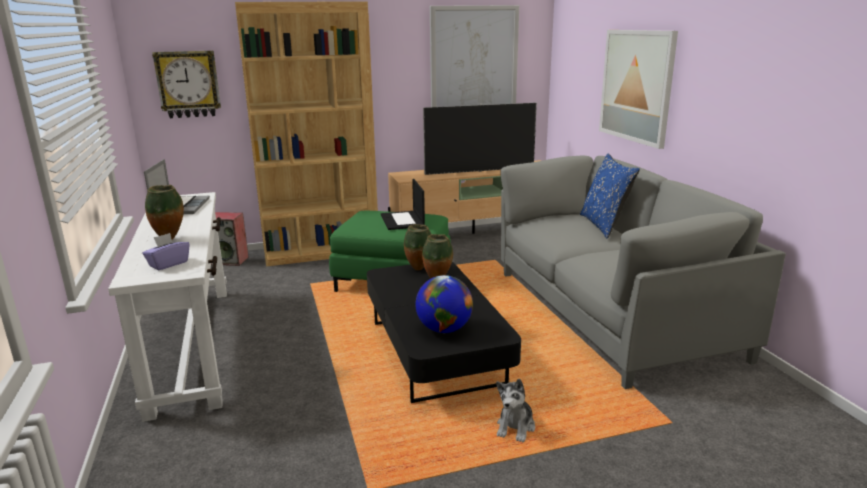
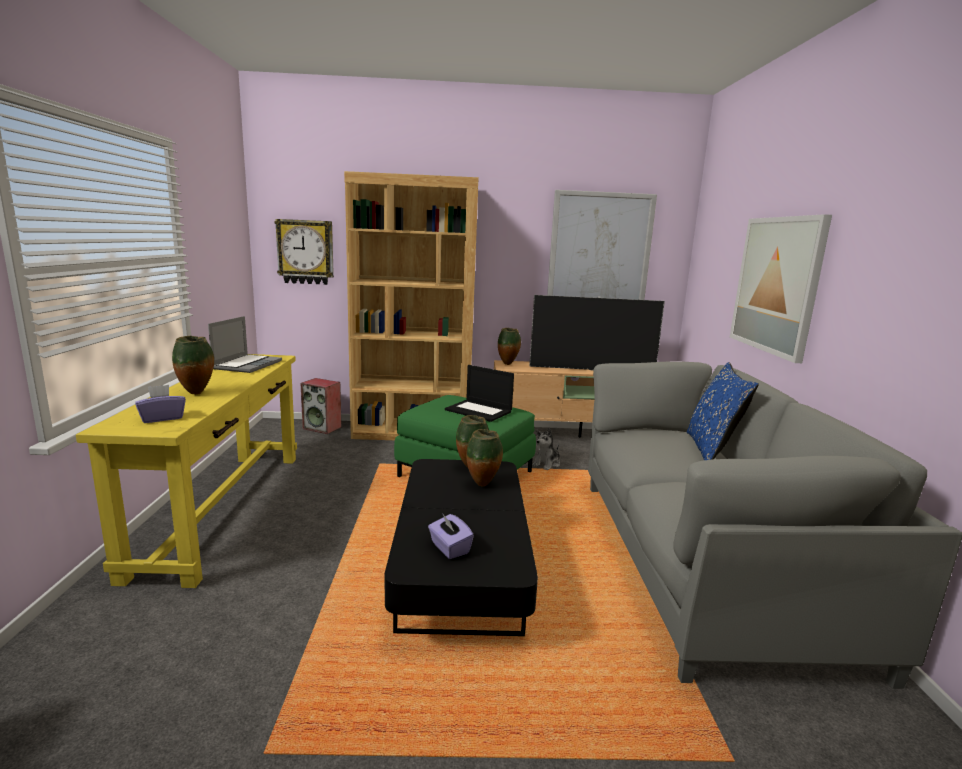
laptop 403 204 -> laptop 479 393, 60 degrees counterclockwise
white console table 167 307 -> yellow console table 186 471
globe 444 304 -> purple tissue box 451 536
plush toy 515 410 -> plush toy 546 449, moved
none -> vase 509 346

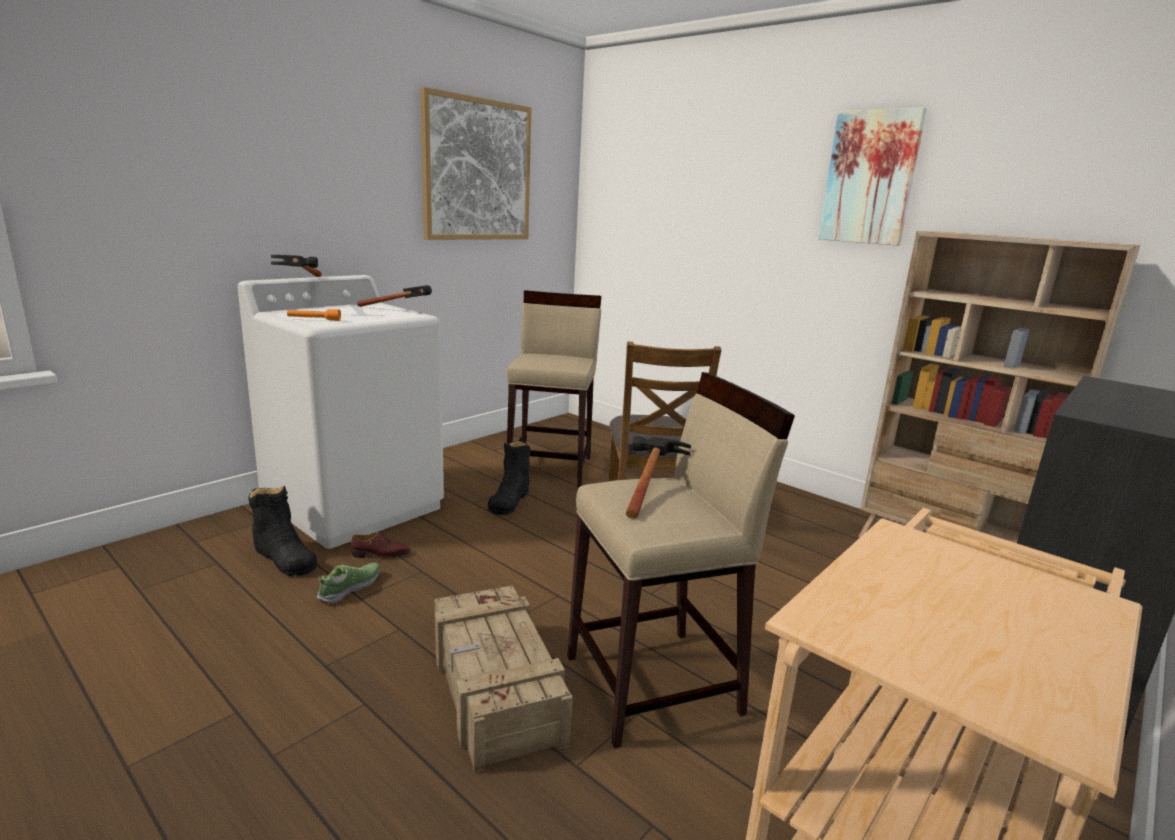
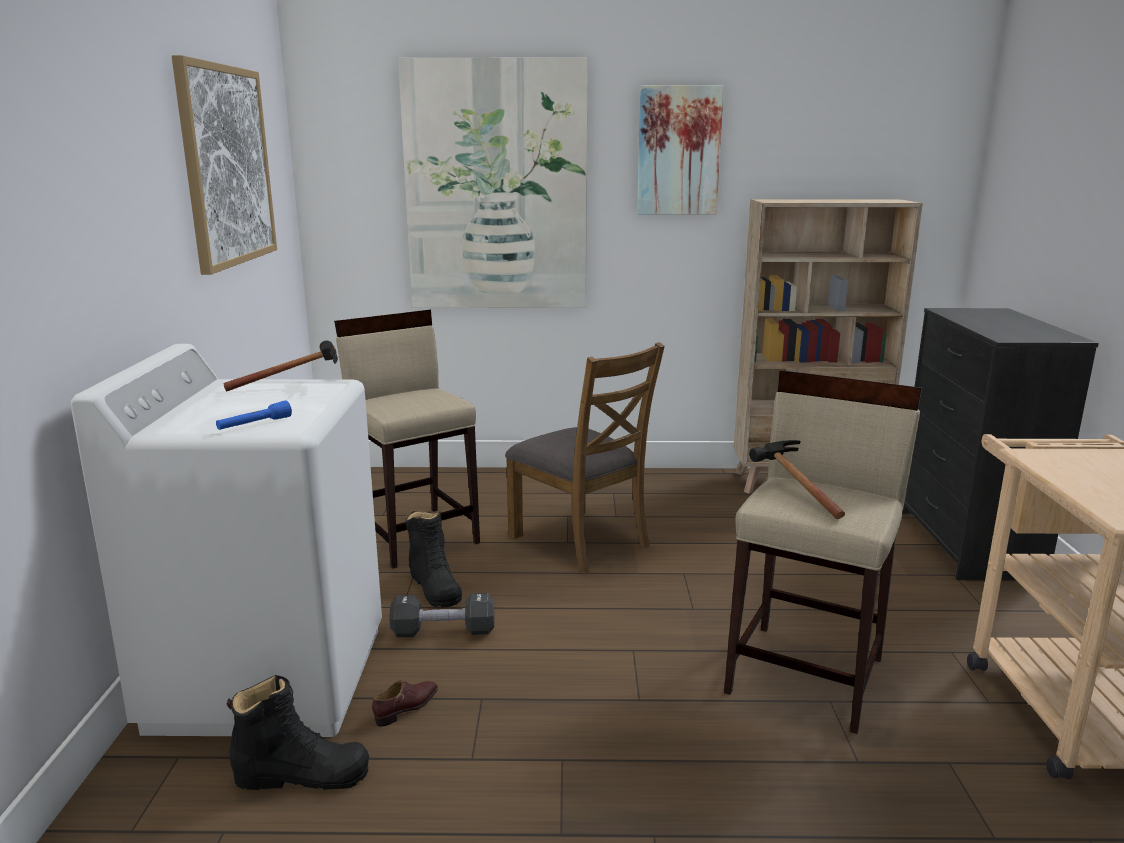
hammer 296 266 -> none
orange flashlight 314 315 -> blue flashlight 254 415
shoe 348 583 -> none
crate 504 679 -> none
none -> picture 493 182
none -> black dumbbell 441 615

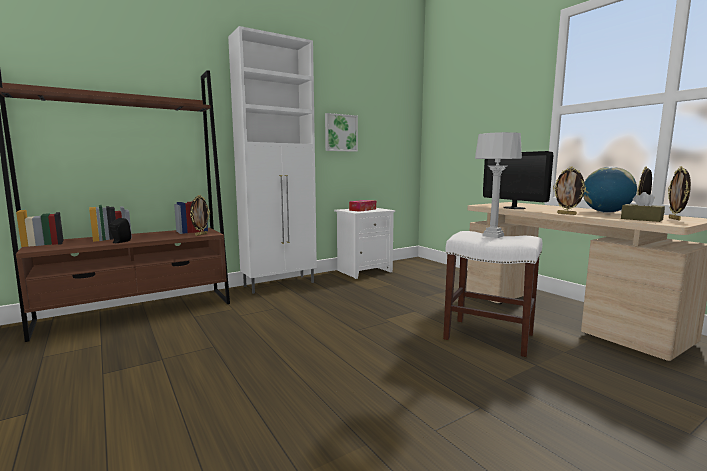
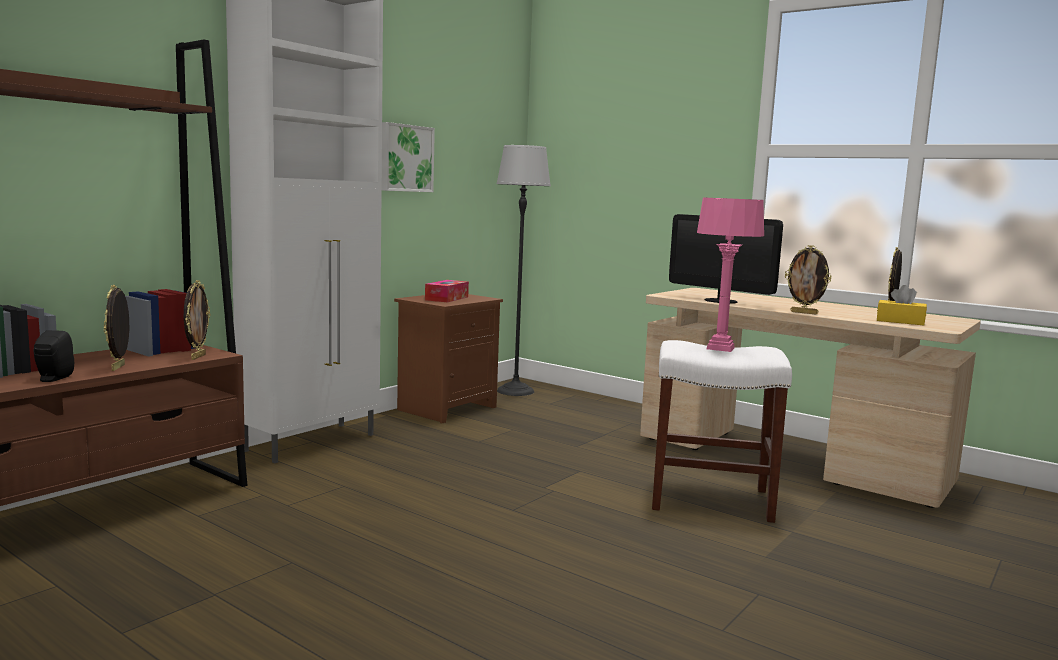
grey table lamp 498 185 -> pink table lamp 730 274
globe 610 189 -> none
picture frame 679 193 -> picture frame 116 328, moved
brown tissue box 643 207 -> yellow tissue box 902 305
white nightstand 364 243 -> brown nightstand 448 358
none -> floor lamp 524 270

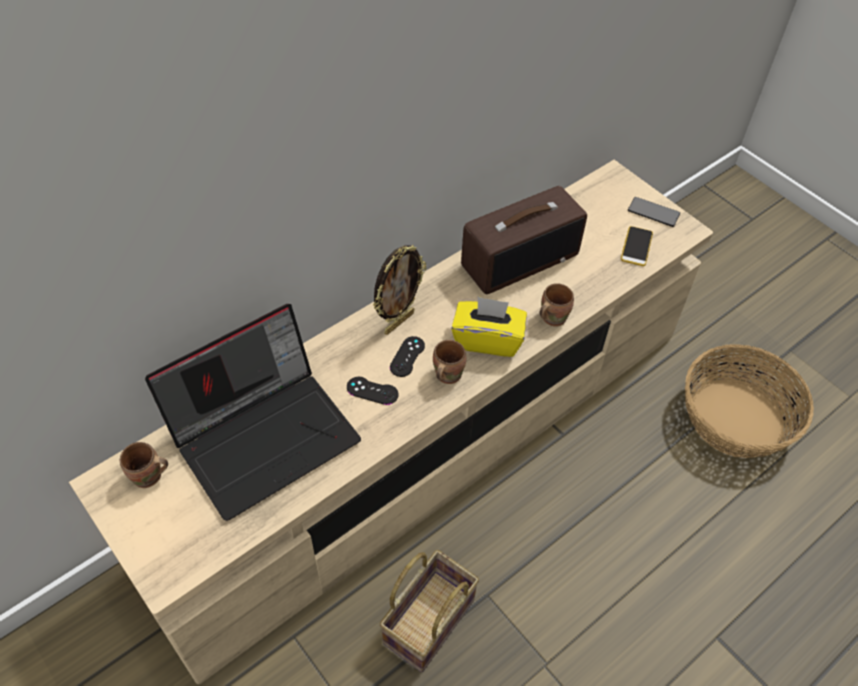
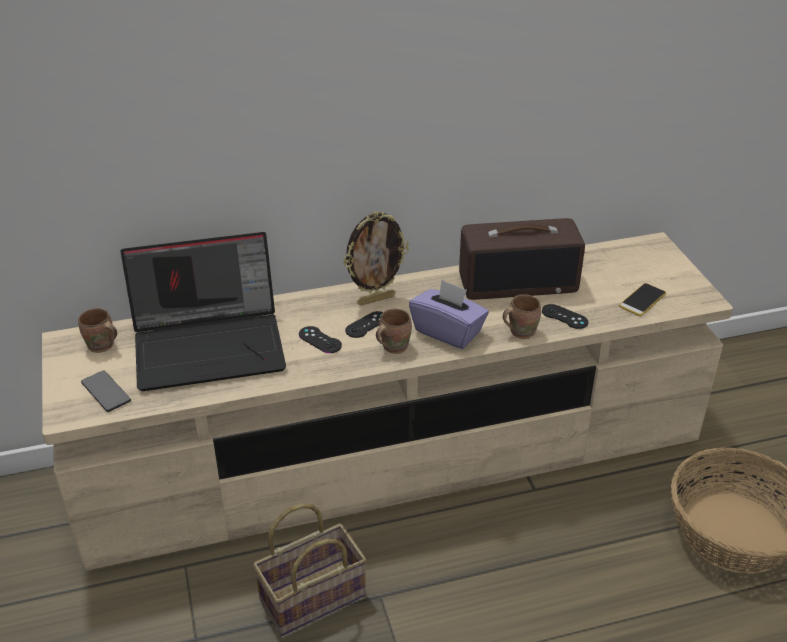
phone 654 212 -> phone 106 391, moved
yellow tissue box 489 326 -> purple tissue box 449 314
none -> black game controller 565 316

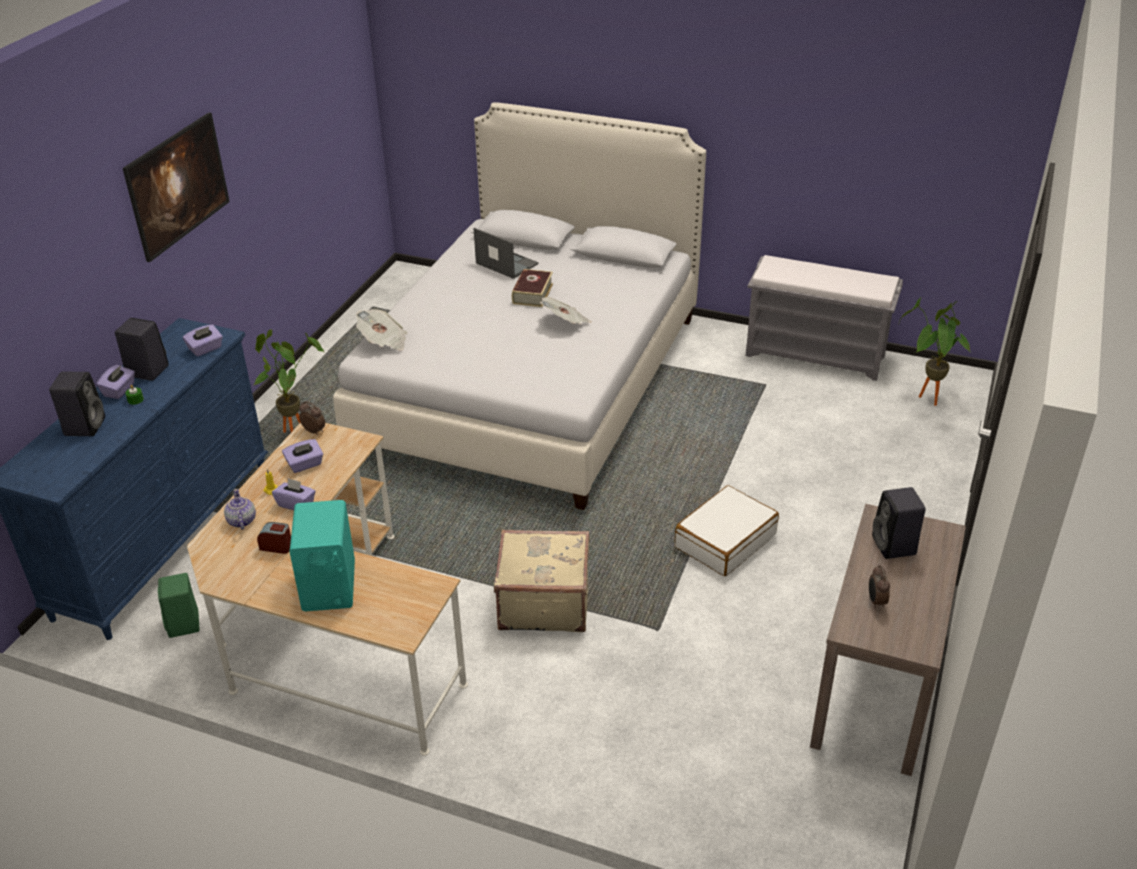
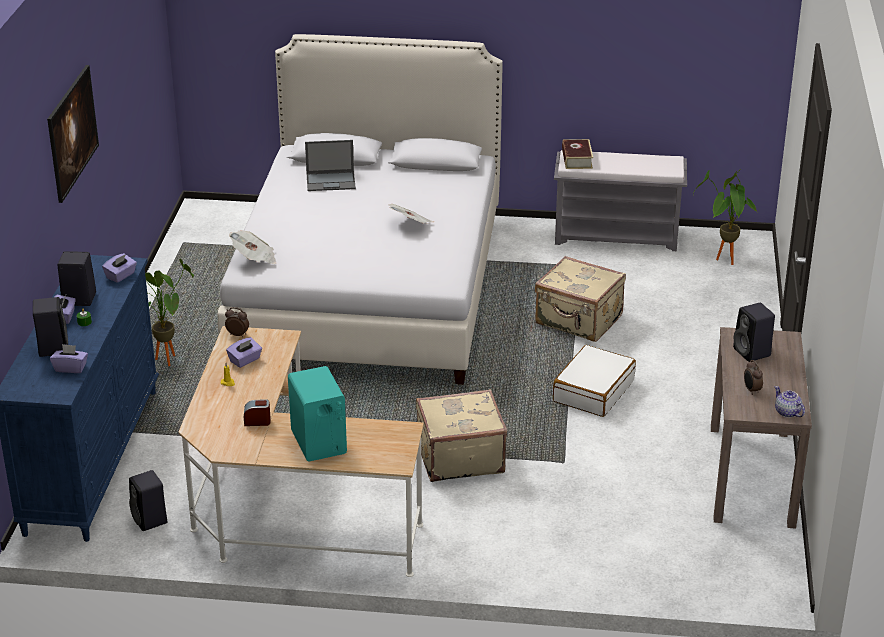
laptop 506 253 -> laptop 330 165, 150 degrees clockwise
book 532 288 -> book 577 154, moved
purple tissue box 294 494 -> purple tissue box 69 358, moved
teapot 240 509 -> teapot 789 402, moved
green speaker 178 605 -> black speaker 148 500
none -> beige suitcase 580 299

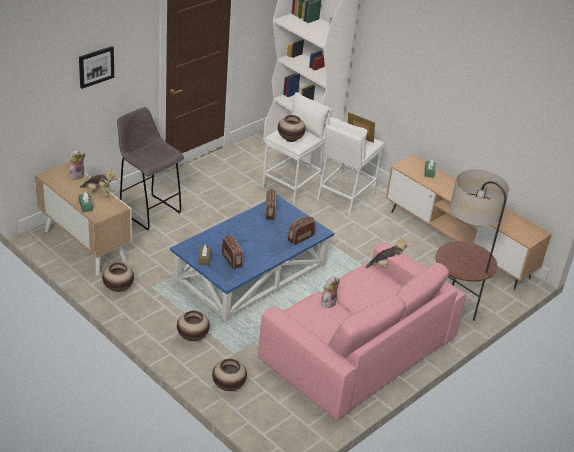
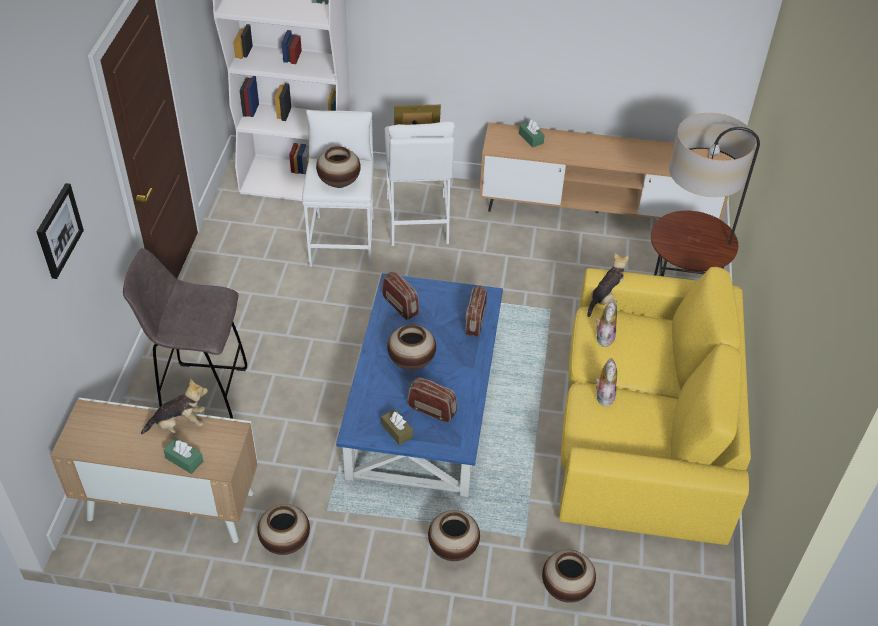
plush toy 77 165 -> plush toy 606 324, moved
pink sofa 362 331 -> yellow sofa 655 406
none -> vase 411 347

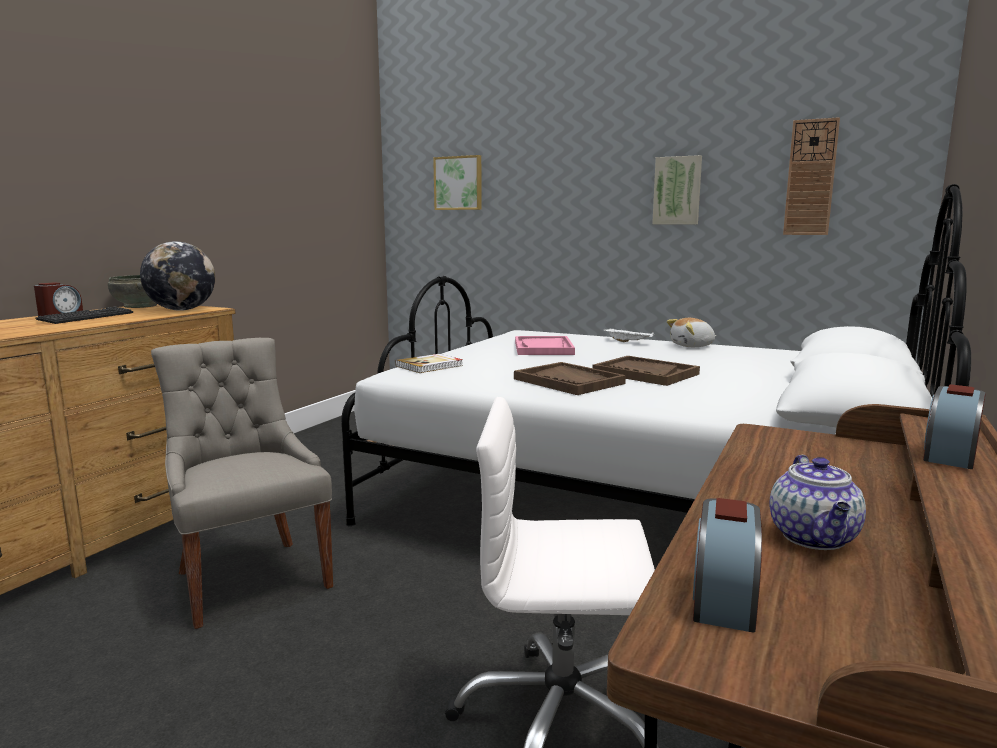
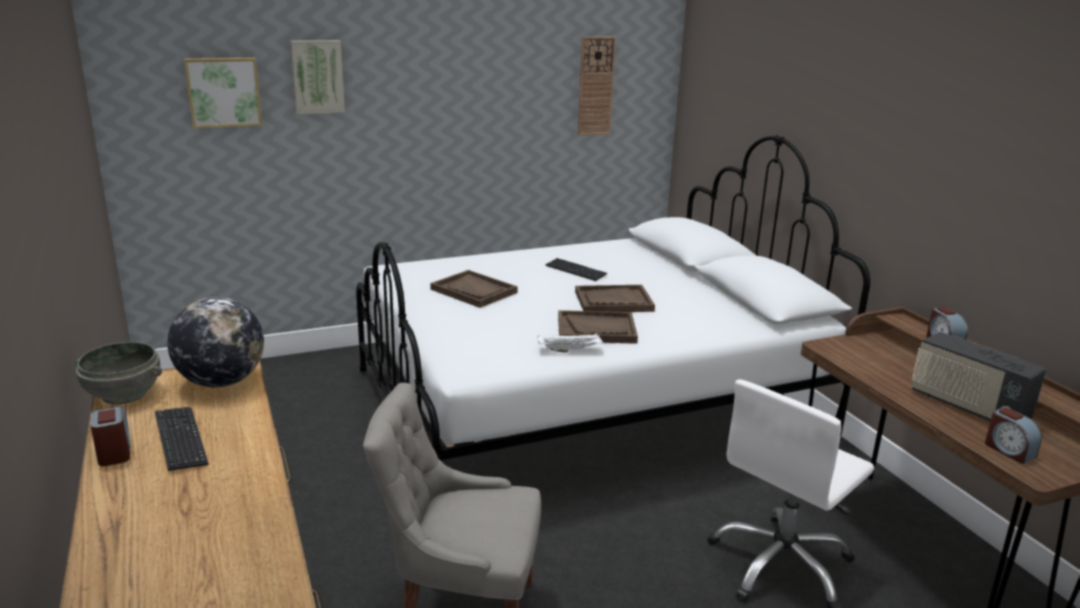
picture 677 189 -> picture 318 77, moved
plush toy 691 332 -> none
white tray 628 335 -> white tray 570 342, moved
pink tray 545 345 -> brown tray 474 289
book 429 363 -> none
teapot 817 502 -> radio 979 376
none -> keyboard 576 269

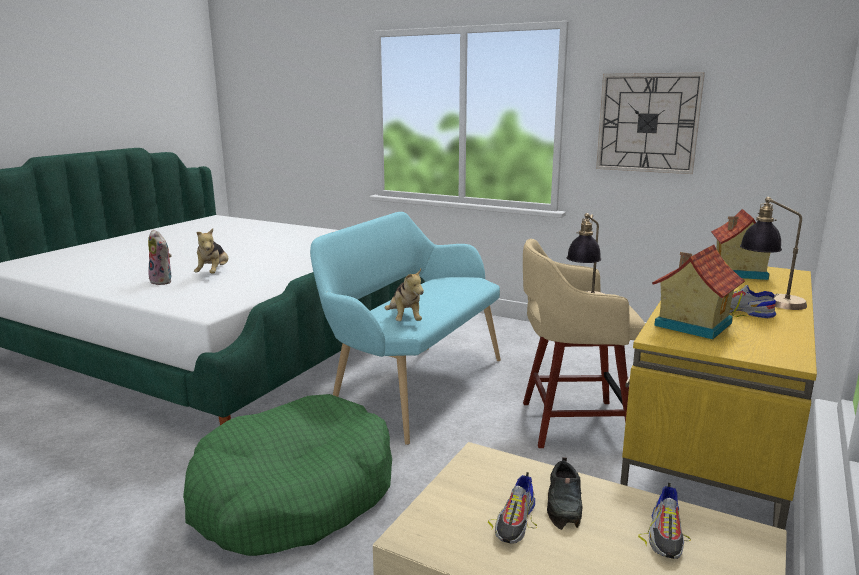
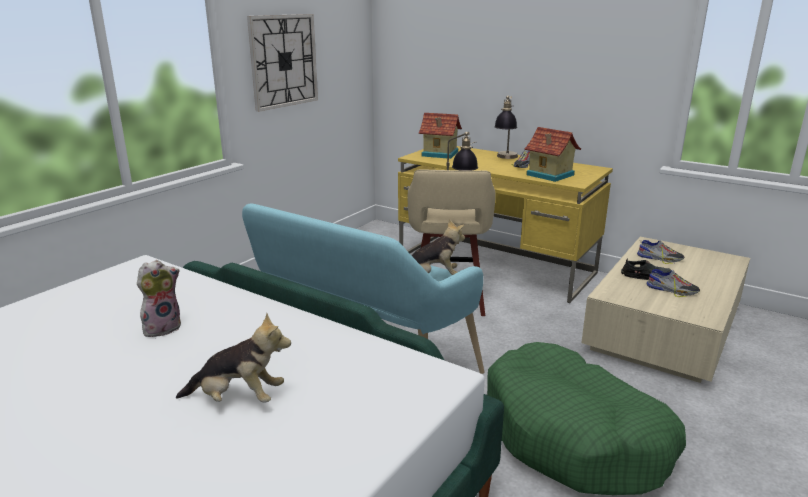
plush toy 160 257 -> plush toy 159 298, moved

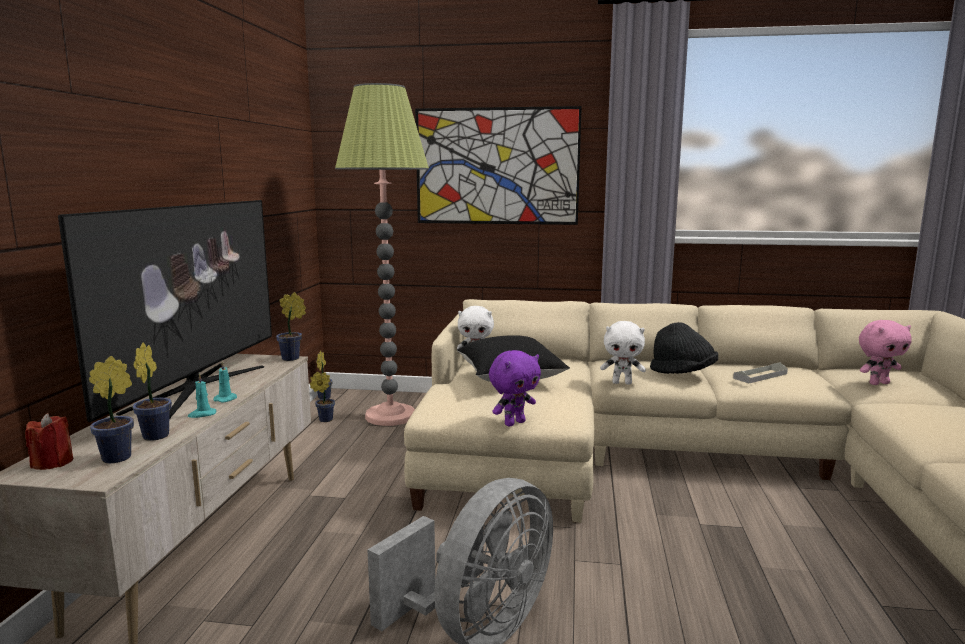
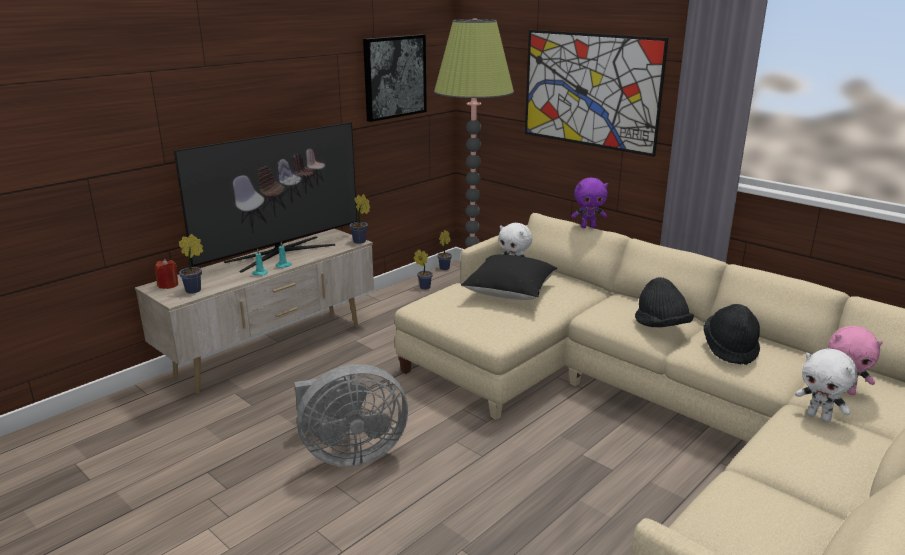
white plush toy 623 353 -> white plush toy 826 385, moved
potted plant 152 392 -> none
purple plush toy 515 388 -> purple plush toy 589 202, moved
grey tray 760 372 -> black hat 732 334
none -> picture 395 78

